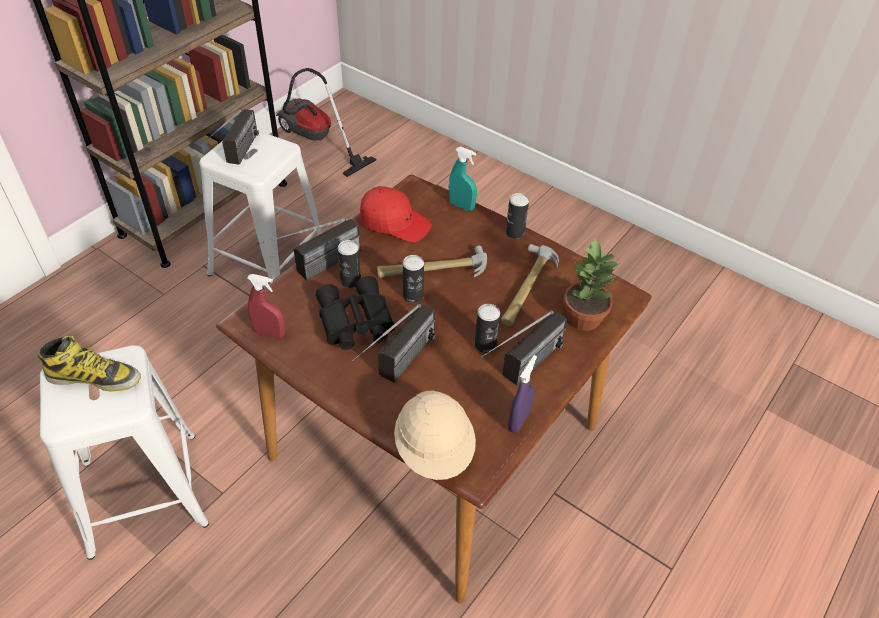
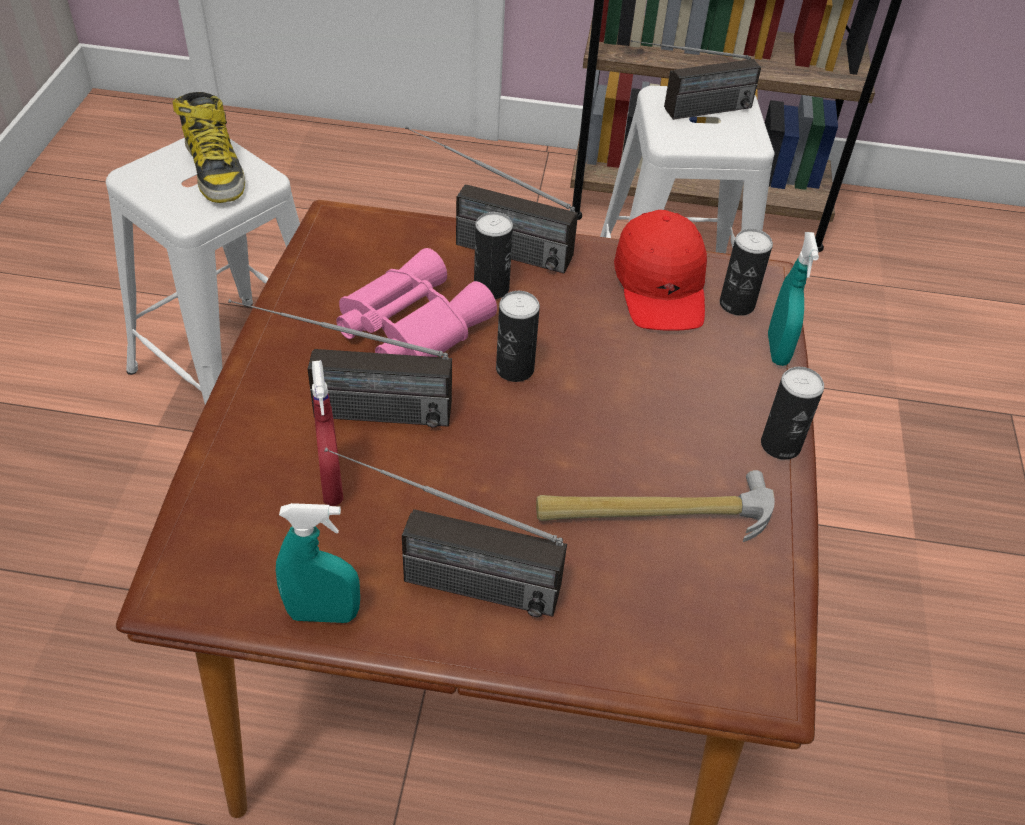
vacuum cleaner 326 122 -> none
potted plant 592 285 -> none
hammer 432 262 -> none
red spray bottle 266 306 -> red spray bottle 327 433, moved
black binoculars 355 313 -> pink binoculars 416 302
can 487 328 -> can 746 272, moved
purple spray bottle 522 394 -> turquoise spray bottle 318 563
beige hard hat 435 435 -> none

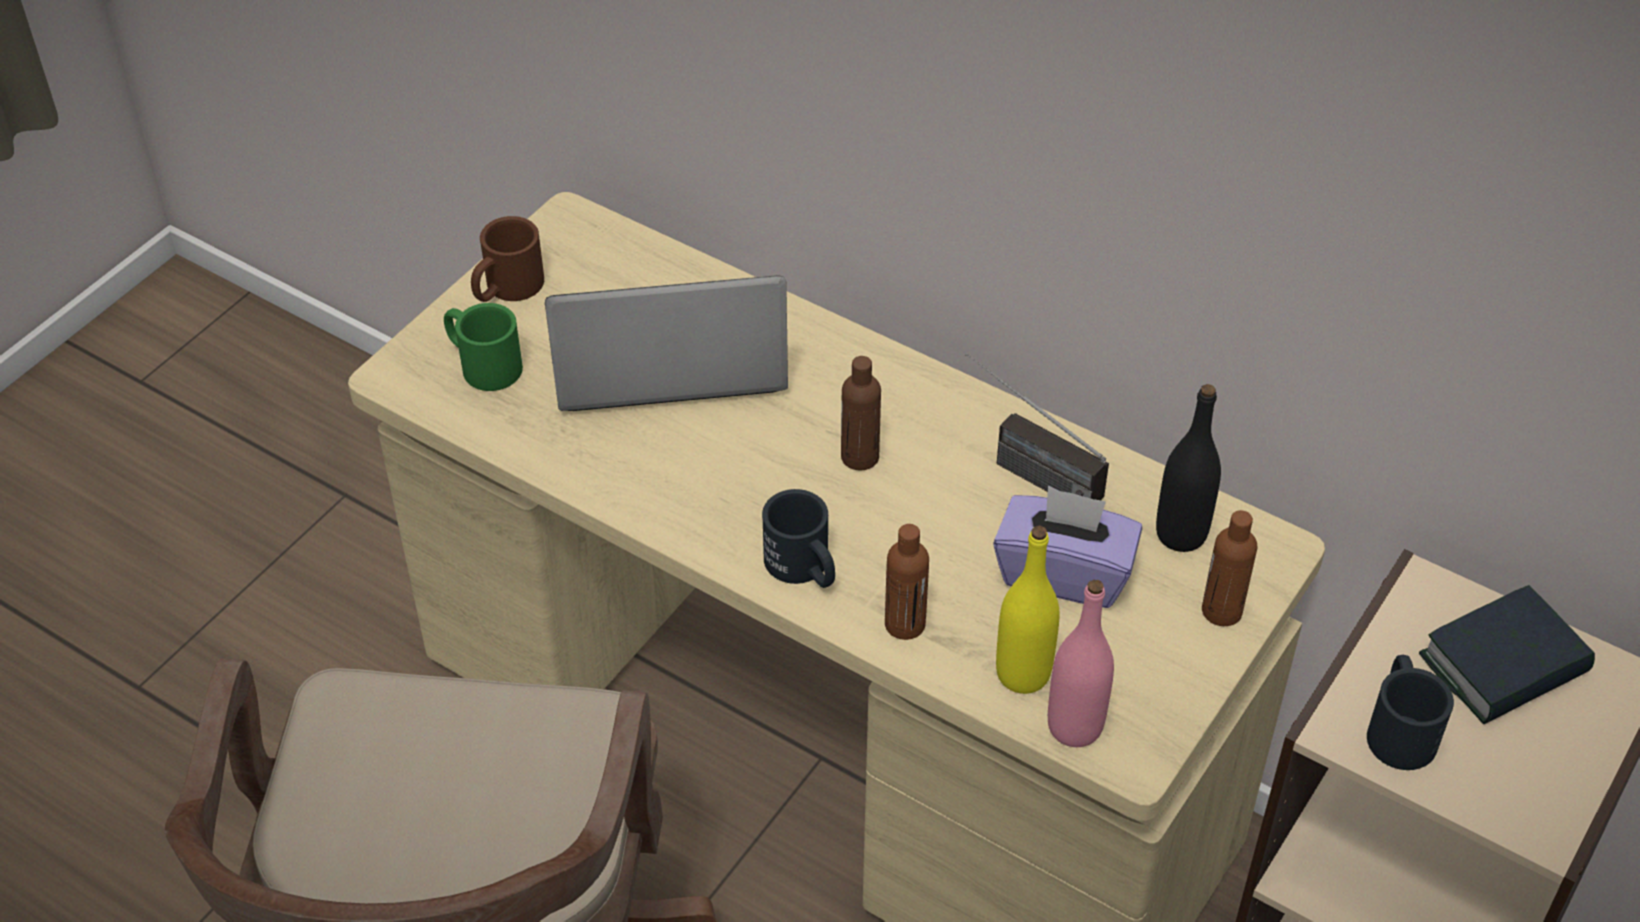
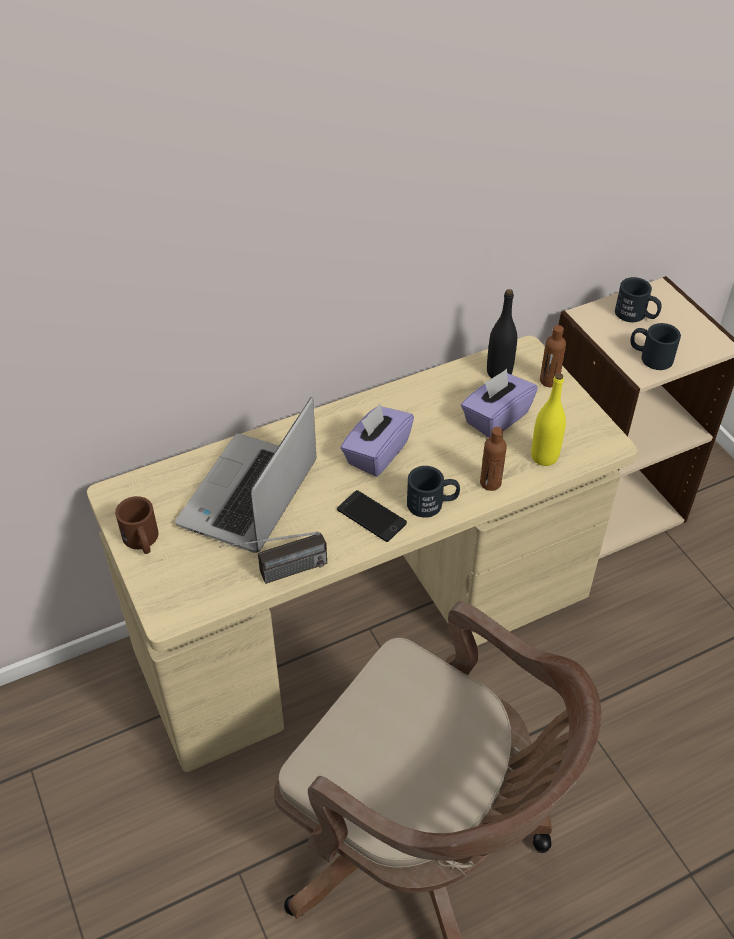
green mug 483 347 -> none
radio 1037 426 -> radio 273 557, moved
brown bottle 861 413 -> purple tissue box 377 440
pink bottle 1081 663 -> none
book 1507 654 -> black mug 638 299
none -> phone 372 516

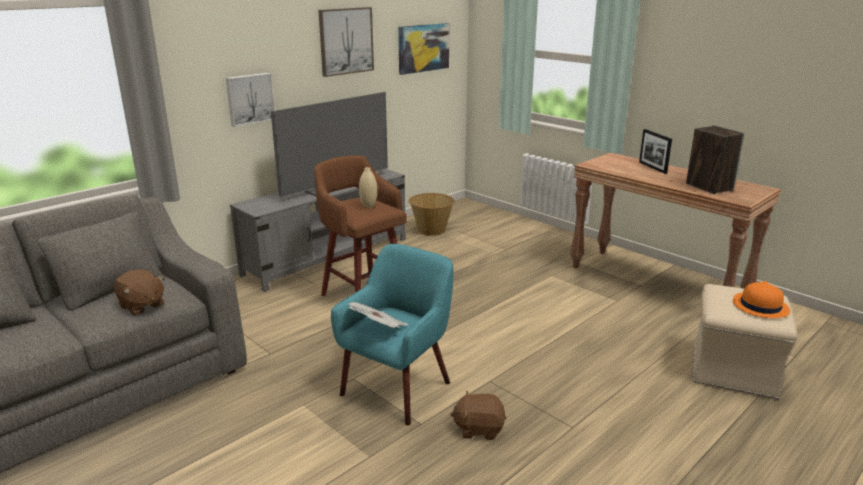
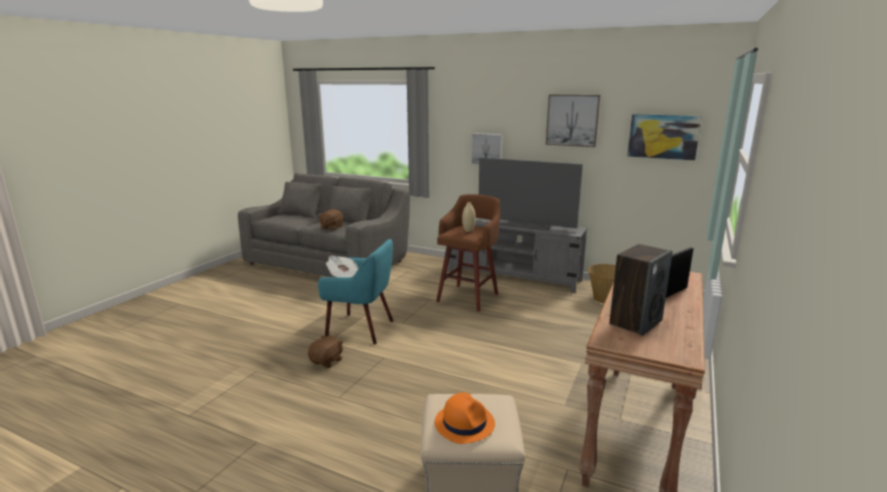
brown plush toy 478 415 -> brown plush toy 325 351, 45 degrees clockwise

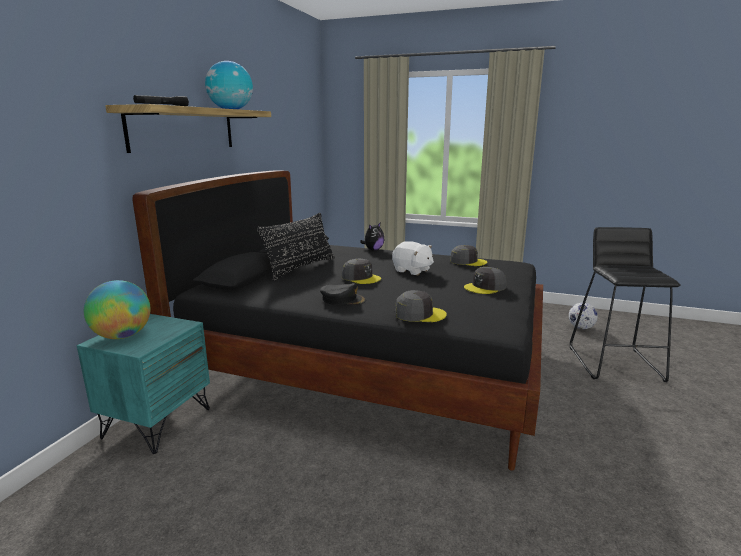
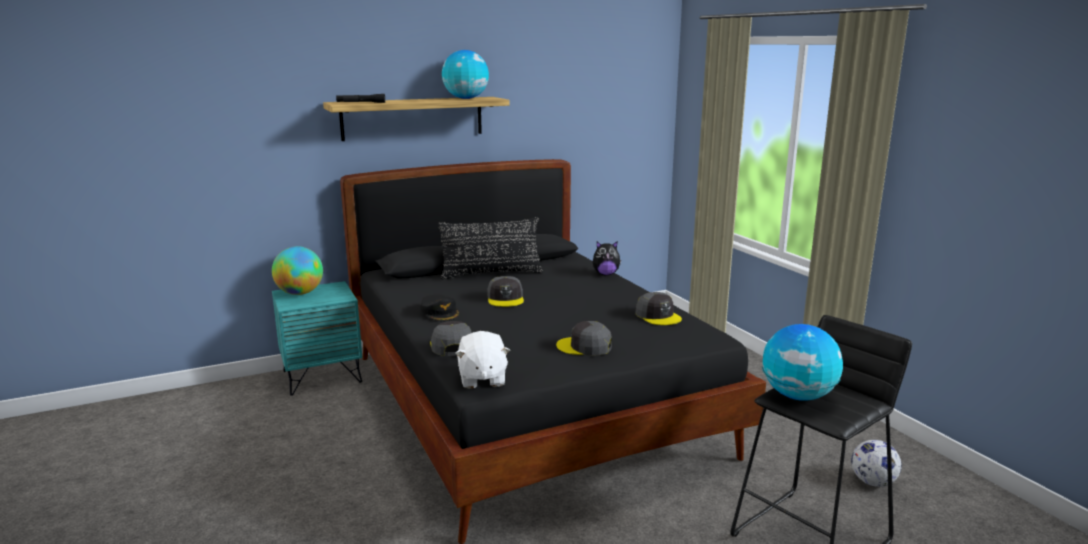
white plush toy 413 258 -> white plush toy 482 360, moved
grey cap 421 306 -> grey cap 451 338, 150 degrees counterclockwise
none -> globe 802 362

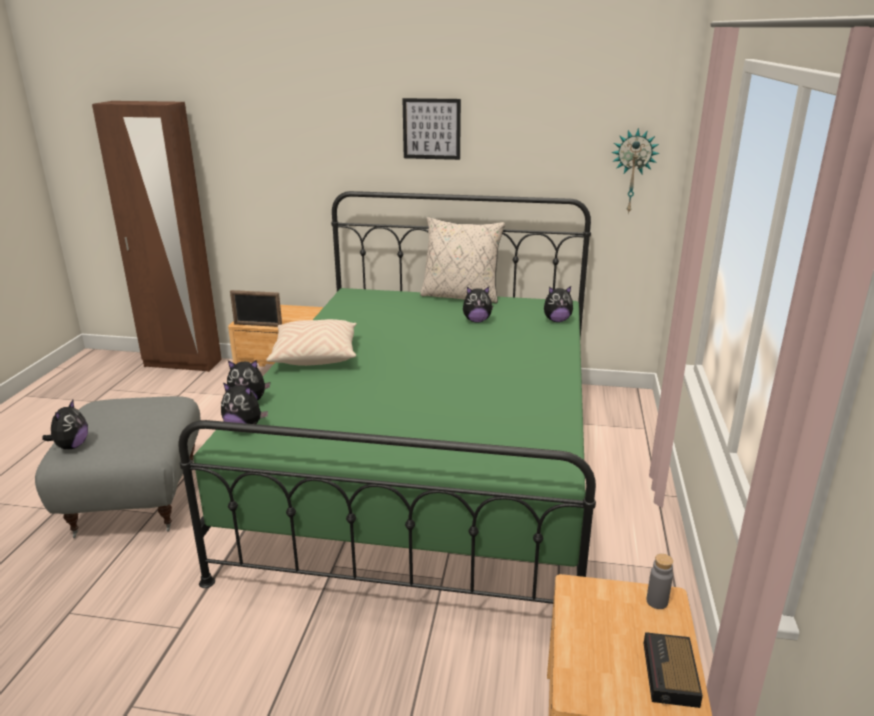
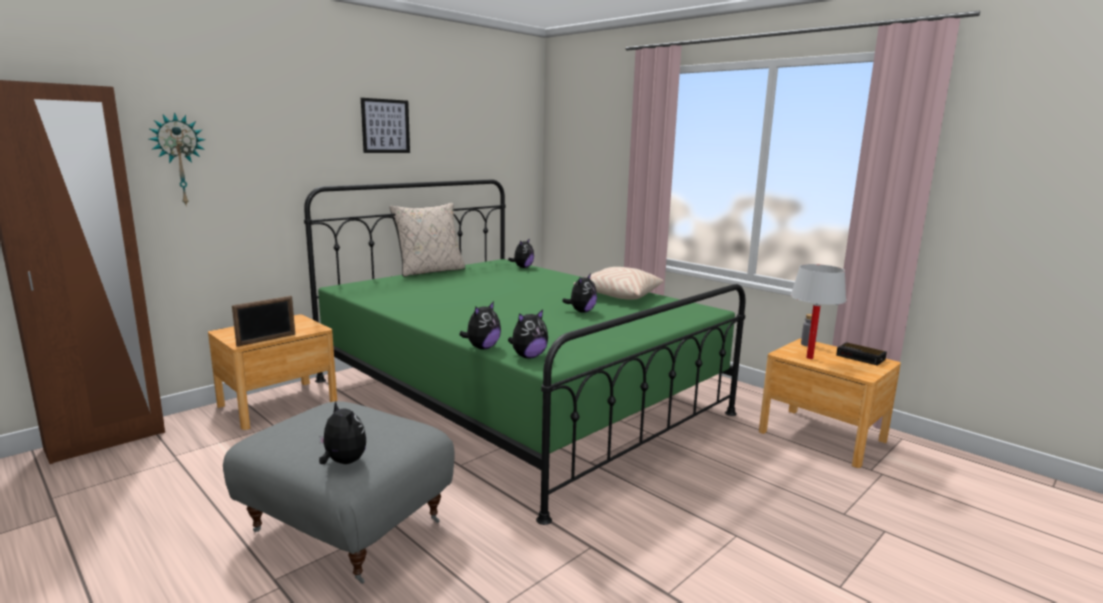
wall clock 635 171 -> wall clock 177 159, moved
plush toy 478 305 -> plush toy 579 293, moved
beige pillow 311 342 -> beige pillow 618 283, moved
none -> white table lamp 818 311

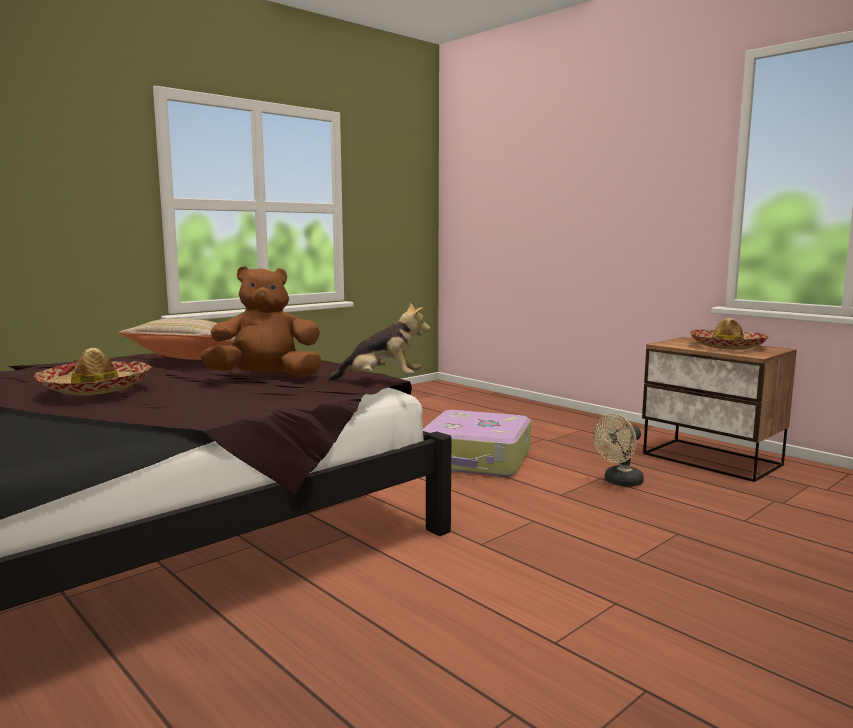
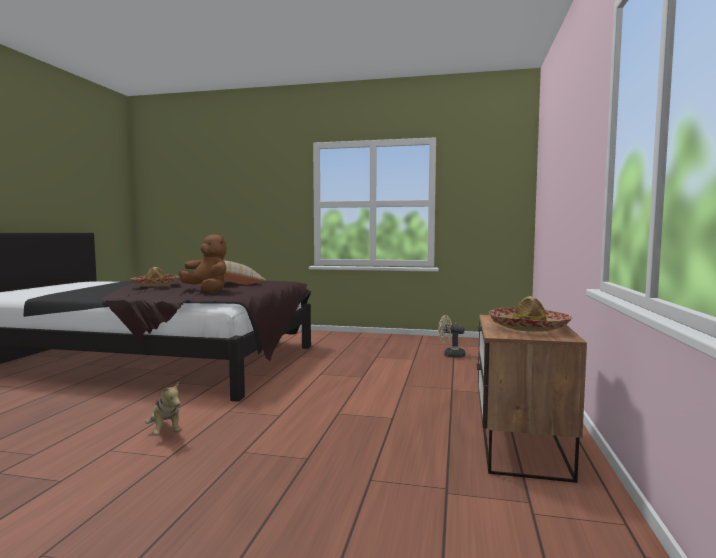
plush toy 379 342 -> plush toy 163 408, moved
suitcase 477 443 -> none
beige fan 618 450 -> beige fan 451 336, moved

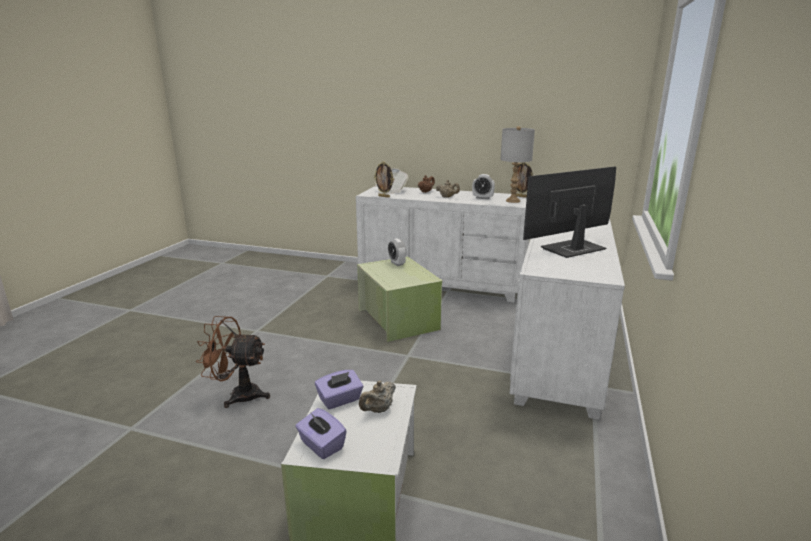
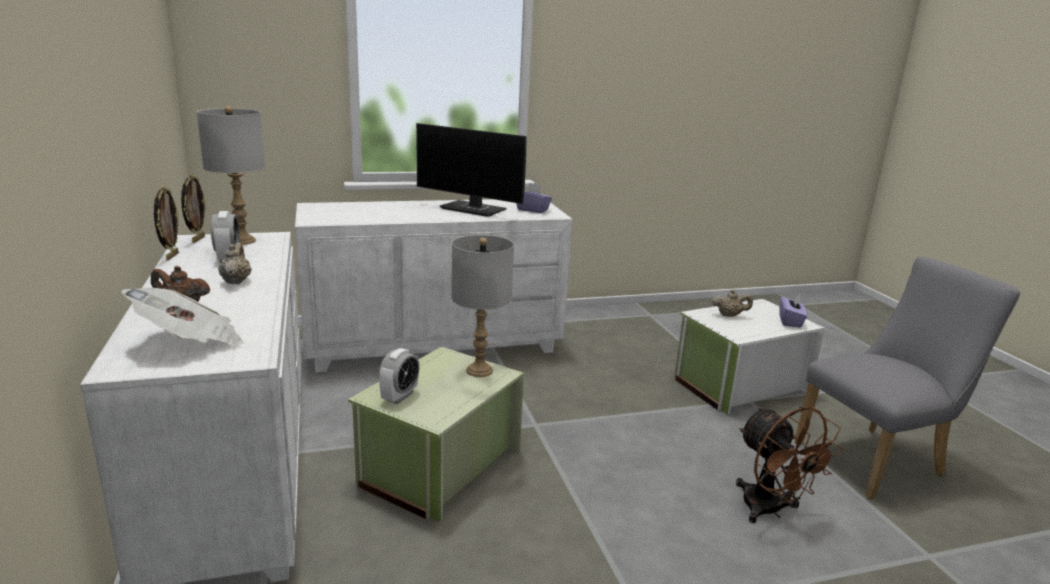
picture frame 383 179 -> picture frame 166 223, moved
purple tissue box 339 389 -> purple tissue box 534 198, moved
none -> grey table lamp 482 306
none -> grey chair 907 377

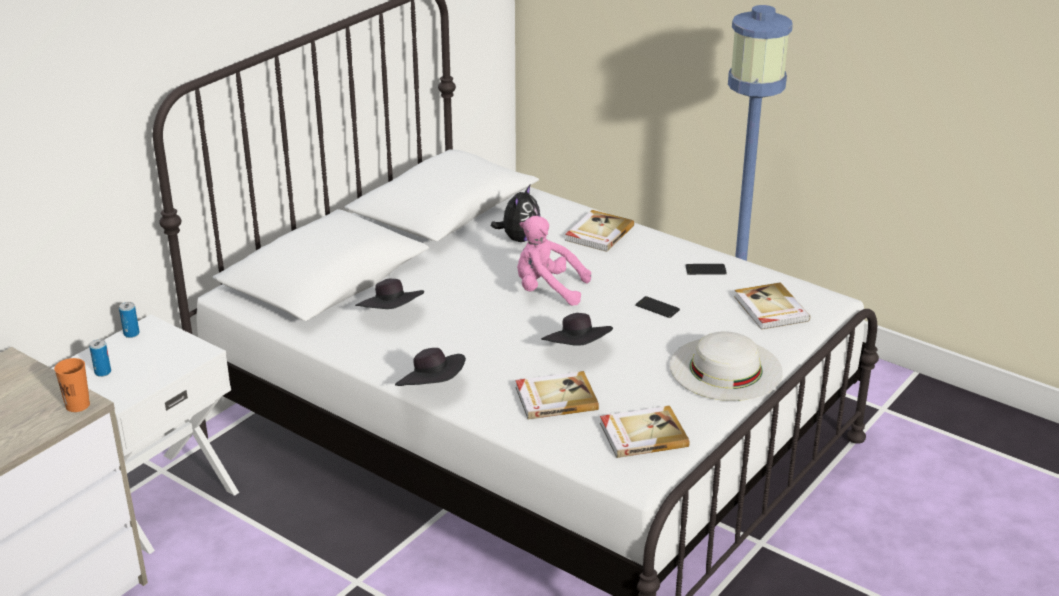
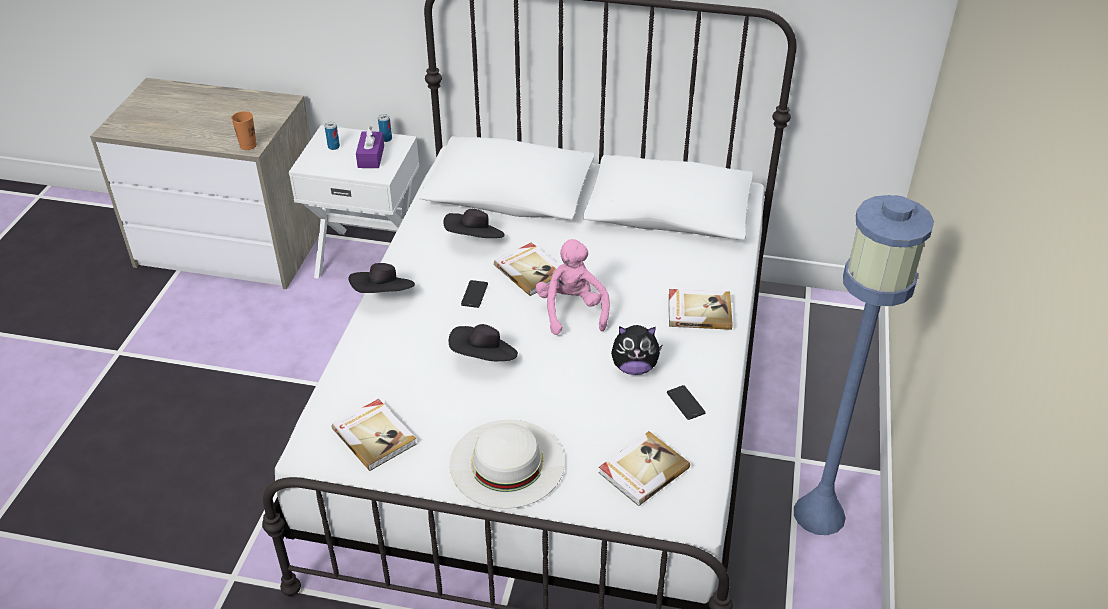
plush toy 515 213 -> plush toy 636 350, moved
phone 657 307 -> phone 474 294, moved
book 557 395 -> book 527 269, moved
none -> purple tissue box 370 147

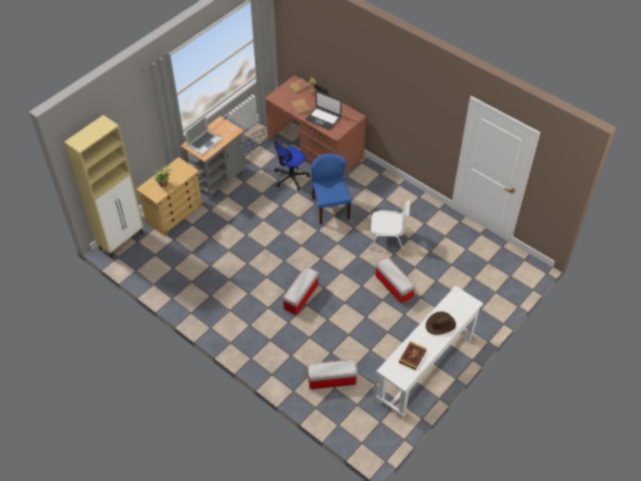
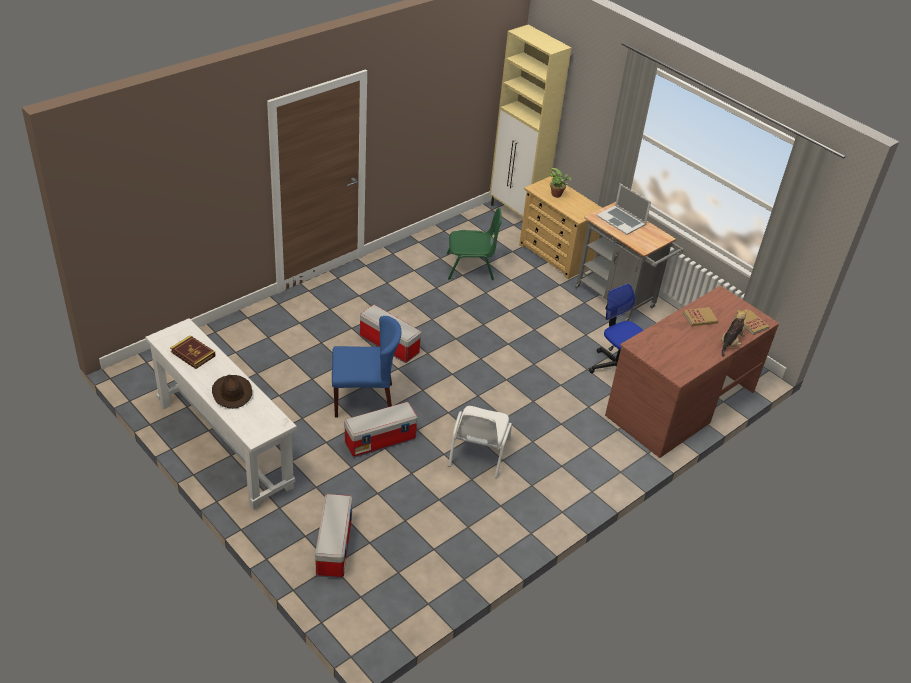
laptop 324 110 -> none
blue chair 331 188 -> blue chair 367 366, moved
storage box 332 374 -> storage box 333 536, moved
none -> green chair 474 244

